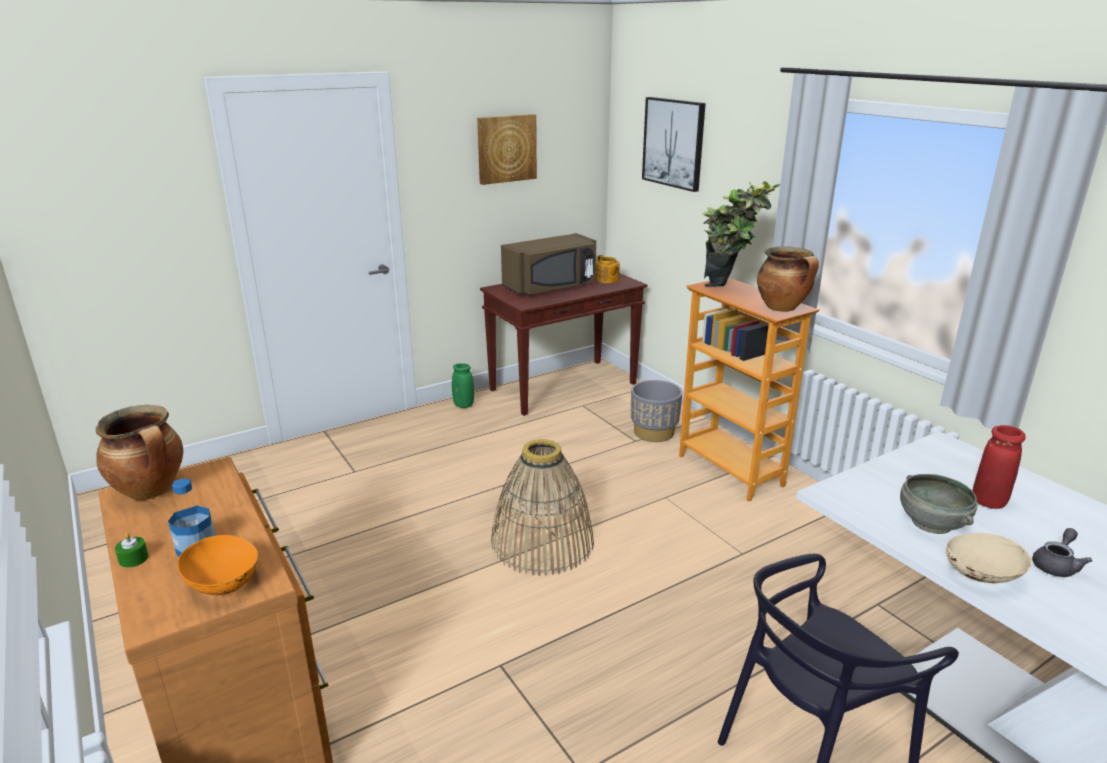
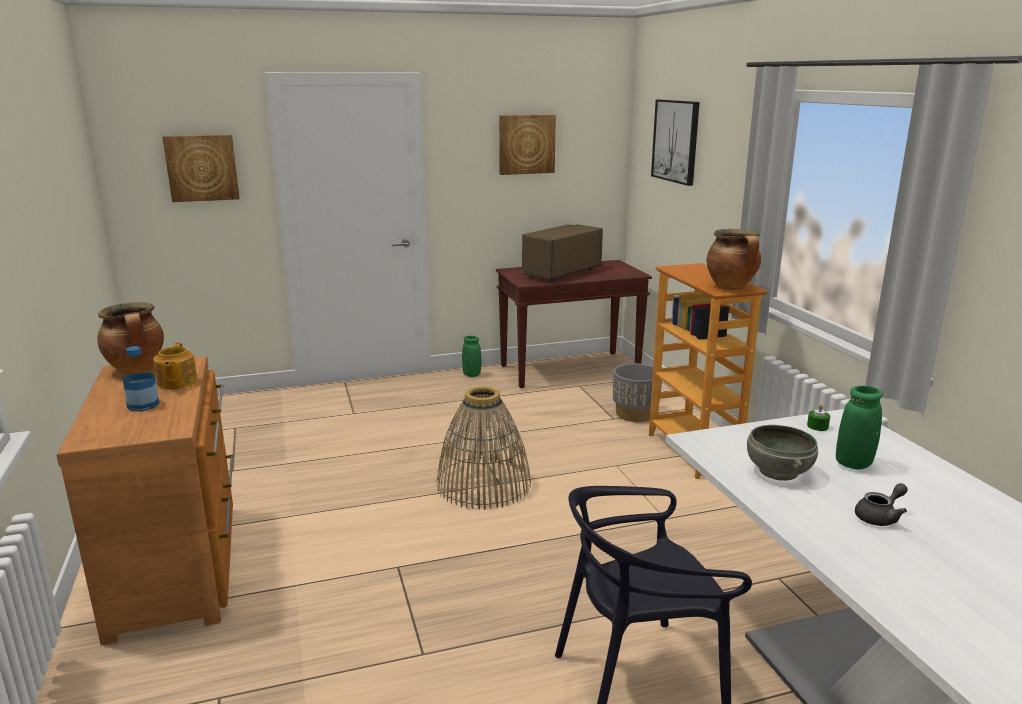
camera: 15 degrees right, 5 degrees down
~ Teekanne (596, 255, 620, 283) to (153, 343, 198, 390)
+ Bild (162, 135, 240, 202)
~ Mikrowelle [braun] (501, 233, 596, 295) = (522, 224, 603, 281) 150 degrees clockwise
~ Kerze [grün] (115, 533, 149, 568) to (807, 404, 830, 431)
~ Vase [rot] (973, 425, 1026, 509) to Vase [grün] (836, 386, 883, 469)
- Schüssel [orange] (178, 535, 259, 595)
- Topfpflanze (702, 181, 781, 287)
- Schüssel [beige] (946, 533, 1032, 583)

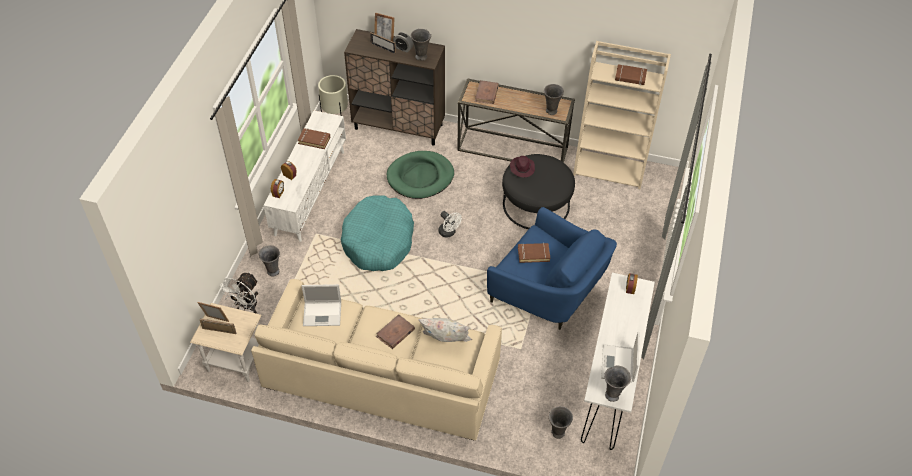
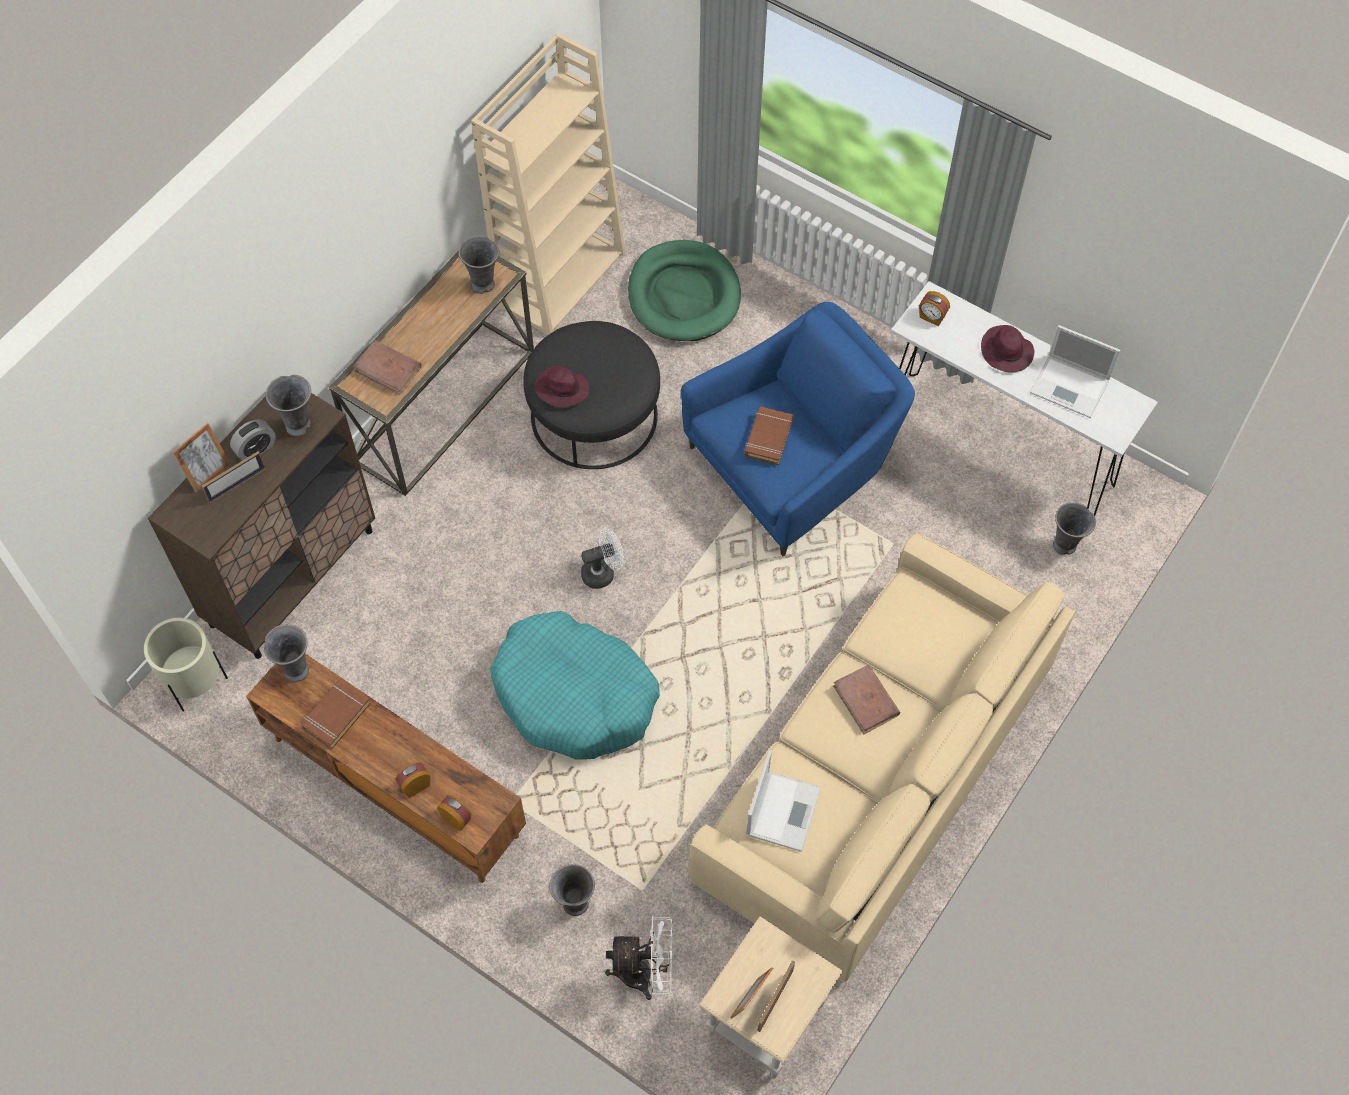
camera: 70 degrees left, 10 degrees up
~ Fernsehschrank [weiß] (263, 110, 346, 242) to Fernsehschrank [braun] (246, 654, 526, 883)
~ Vase [grau] (604, 365, 631, 402) to (264, 624, 309, 682)
~ Ventilator [weiß] (219, 272, 258, 313) = (605, 915, 672, 1000) 45 degrees counterclockwise
~ Hundebett [grün] (387, 151, 454, 199) to (628, 240, 741, 341)
+ Hut [lila] (981, 325, 1034, 373)
- Kissen [weiß] (419, 318, 472, 342)
- Buch [braun] (615, 64, 647, 85)

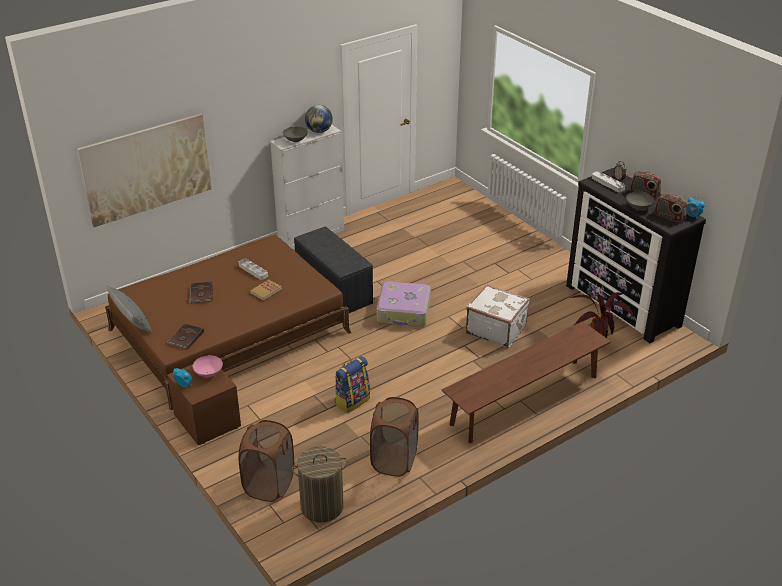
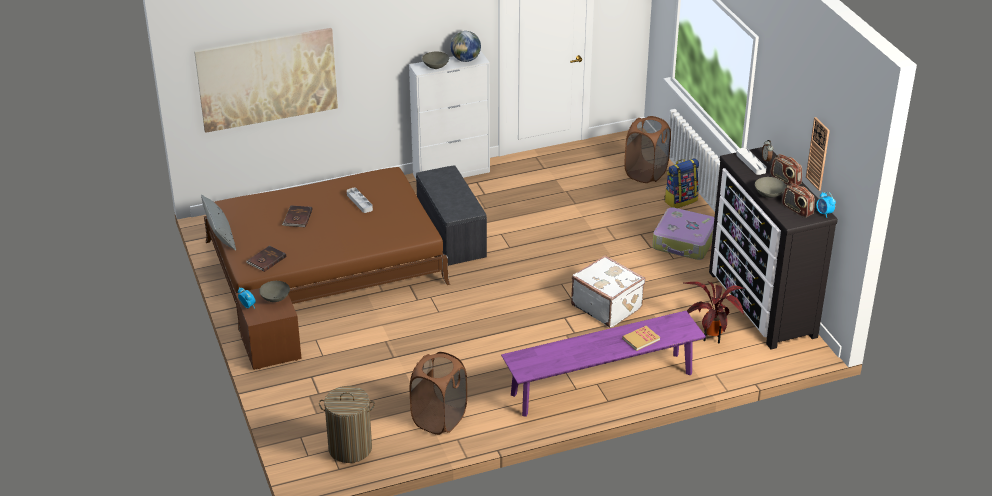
camera: 15 degrees right, 0 degrees up
~ Schüssel [rosa] (193, 355, 223, 377) to Schüssel [grau] (259, 281, 290, 302)
~ Bank [braun] (442, 321, 611, 443) to Bank [lila] (501, 311, 706, 417)
~ Buch (250, 279, 282, 301) to (622, 326, 660, 351)
~ Wäschekorb [braun] (238, 420, 294, 502) to (624, 116, 671, 183)
~ Koffer (377, 282, 431, 327) to (652, 207, 715, 260)
~ Rucksack (335, 356, 370, 413) to (664, 158, 699, 208)
+ Wanduhr (806, 117, 830, 191)

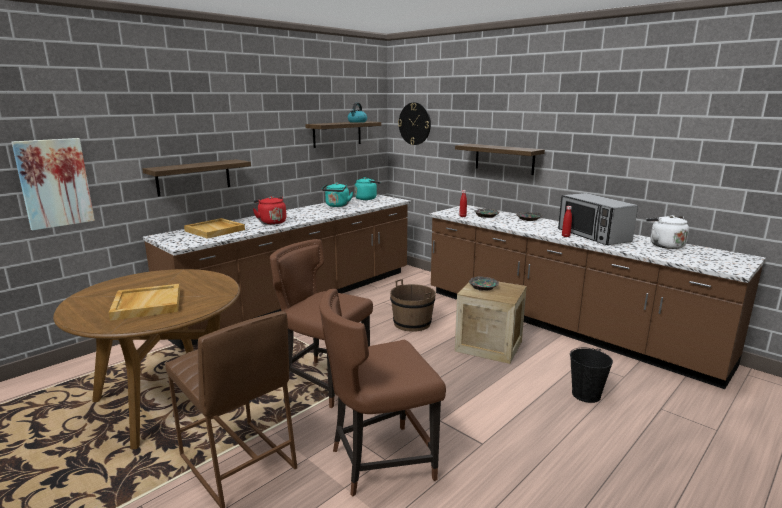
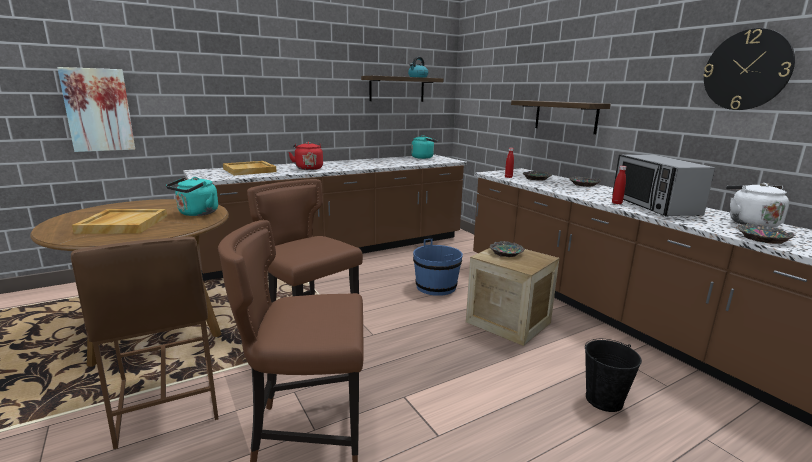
camera: 15 degrees right, 0 degrees up
~ Wasserkessel [türkis] (322, 183, 353, 207) to (166, 177, 218, 216)
~ Eimer [braun] (390, 279, 436, 332) to Eimer [blau] (413, 239, 463, 296)
~ Wanduhr (398, 102, 431, 145) to (703, 28, 795, 110)
+ Schüssel (736, 223, 796, 244)
- Wandregal (142, 159, 251, 197)

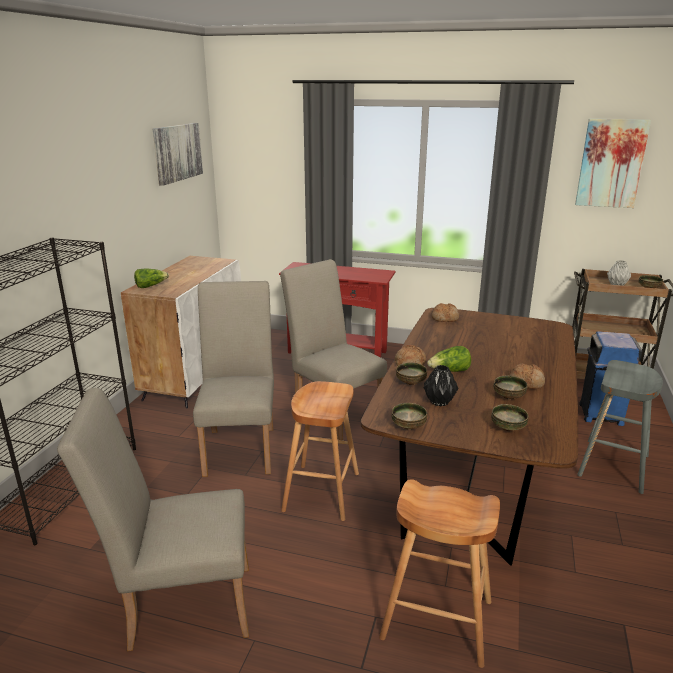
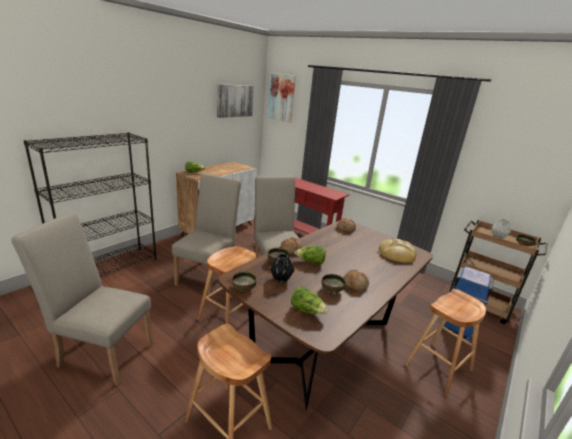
camera: 20 degrees right, 0 degrees up
~ Bild (575, 119, 651, 208) to (268, 73, 296, 123)
~ Schüssel (491, 404, 528, 431) to Salatkopf (291, 286, 328, 314)
+ Brot (379, 239, 416, 263)
~ Hocker [grau] (577, 360, 663, 494) to Hocker [braun] (405, 289, 486, 397)

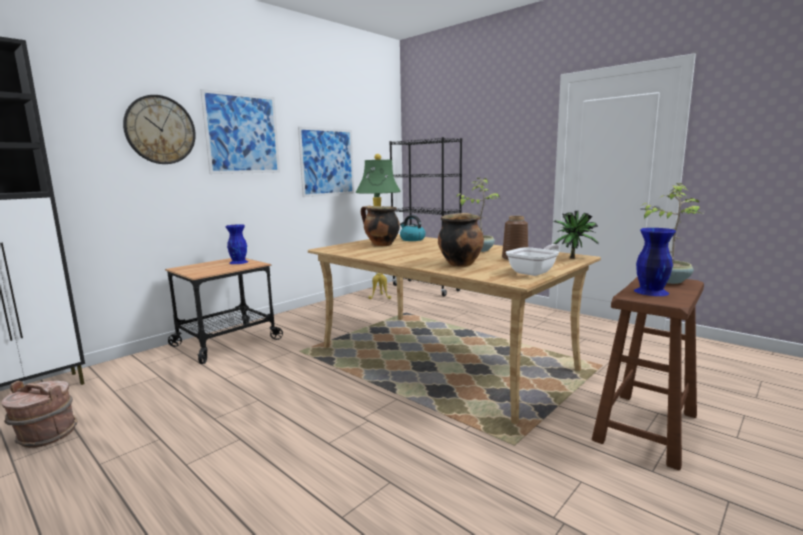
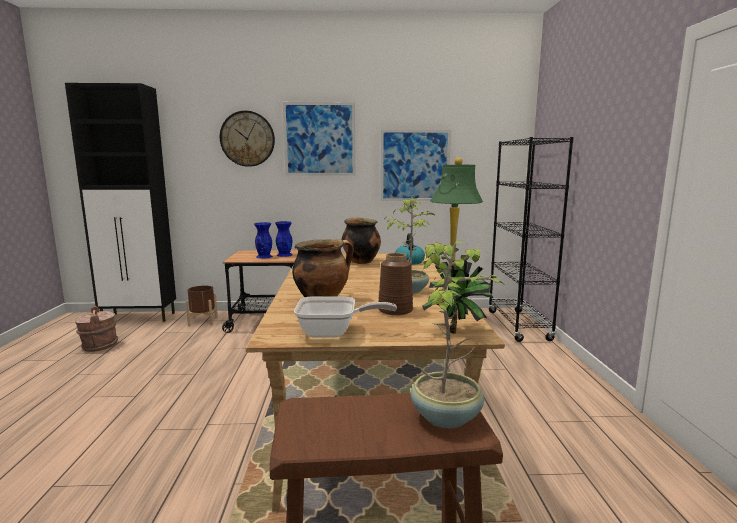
camera: 45 degrees right, 0 degrees up
+ Pflanzkübel [braun] (186, 285, 218, 326)
~ Vase [blau] (634, 228, 676, 296) to (254, 222, 273, 259)

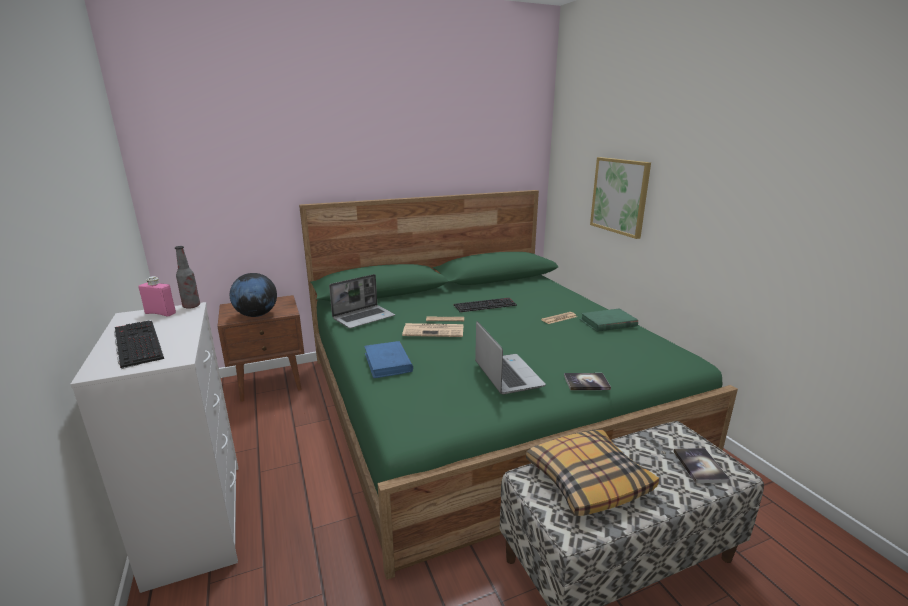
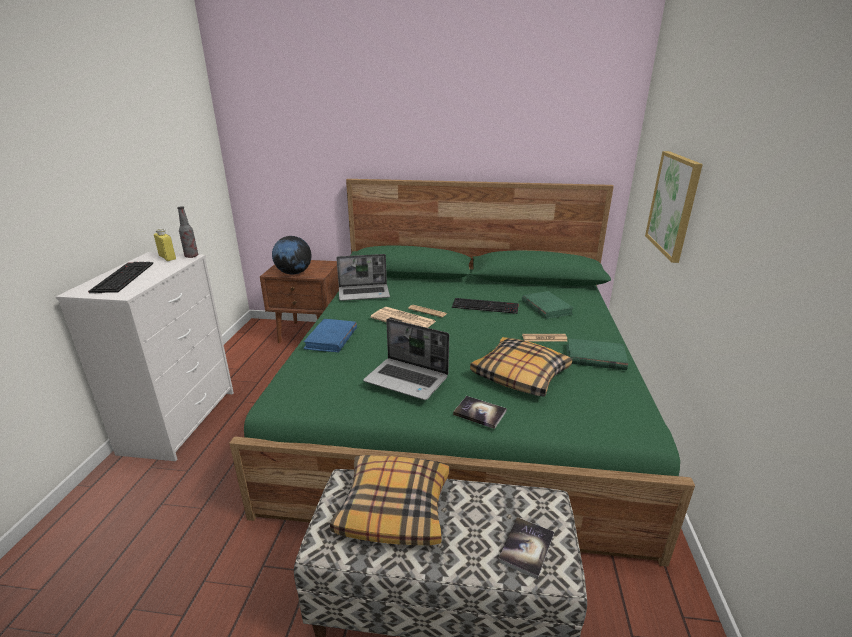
camera: 30 degrees right, 5 degrees up
~ Flasche [rosa] (138, 276, 176, 317) to Flasche [gelb] (154, 228, 176, 261)
~ Laptop (475, 321, 546, 394) = (363, 319, 449, 400) 105 degrees clockwise
+ Kissen (470, 337, 572, 397)
+ Buch [grün] (522, 291, 574, 319)

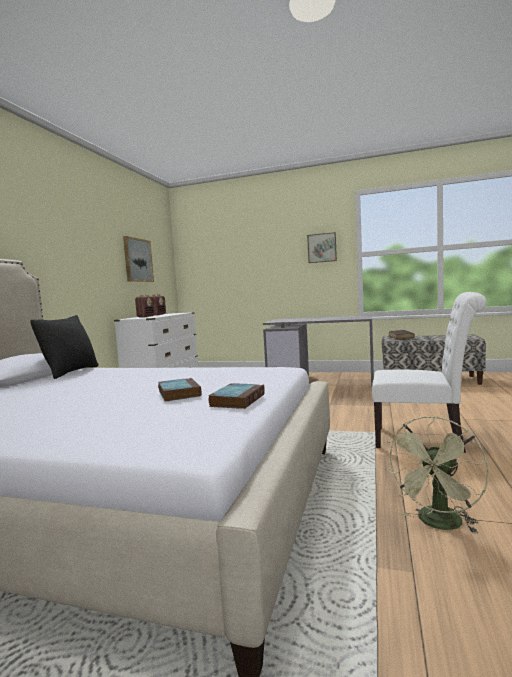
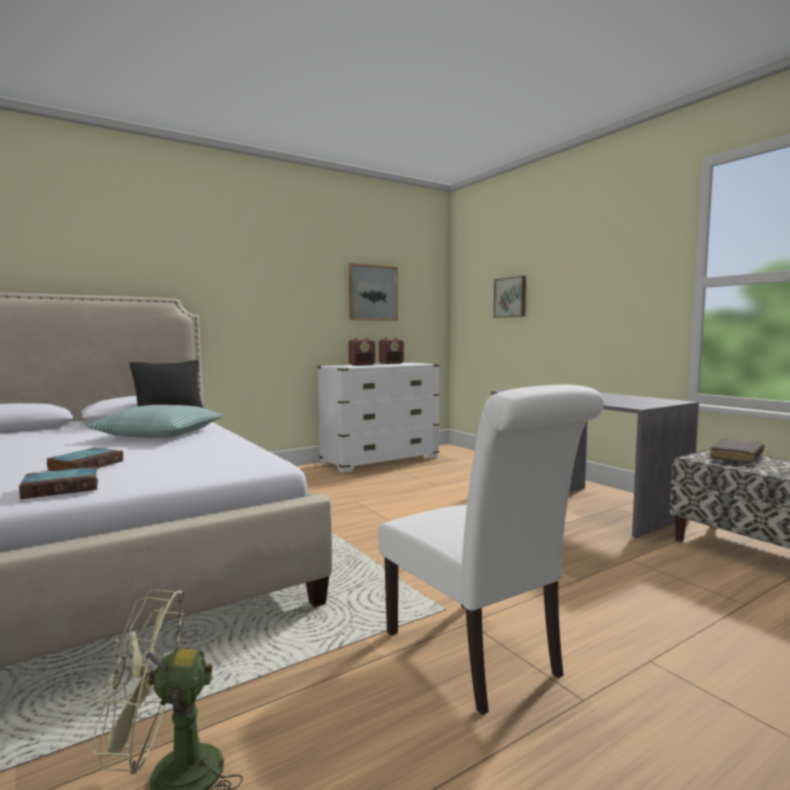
camera: 40 degrees right, 0 degrees up
+ Kissen (86, 405, 223, 438)
~ Bild (307, 232, 337, 263) to (494, 276, 526, 318)

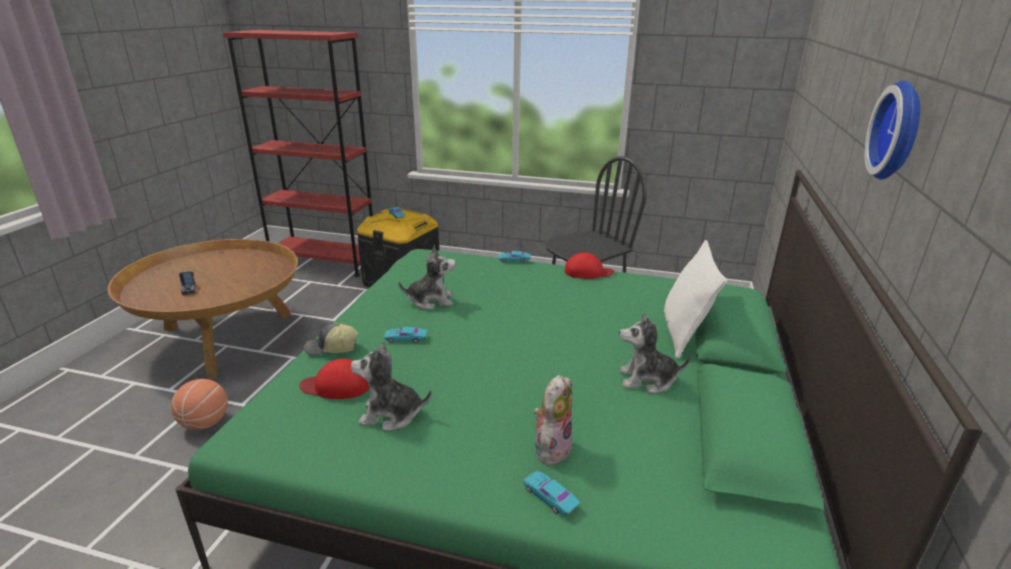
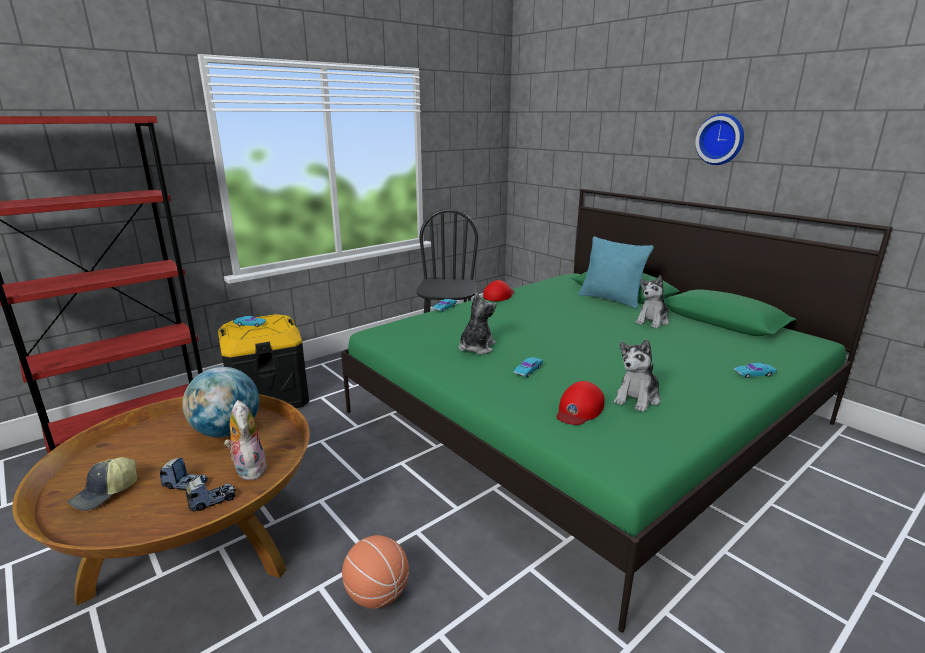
camera: 55 degrees left, 5 degrees down
~ Kappe (304, 323, 359, 355) to (67, 457, 137, 511)
+ Globus (182, 367, 259, 437)
+ Spielzeuglaster (186, 475, 236, 512)
~ Plüschtier (534, 375, 572, 466) to (224, 400, 267, 480)
~ Kissen [weiß] (664, 240, 727, 359) to Kissen [türkis] (578, 236, 654, 309)

